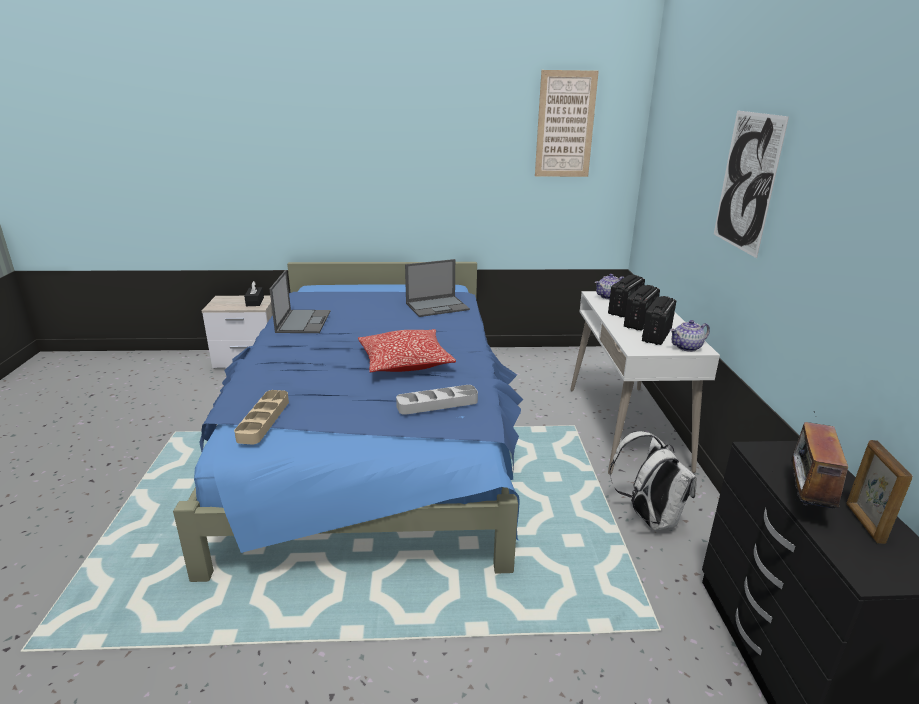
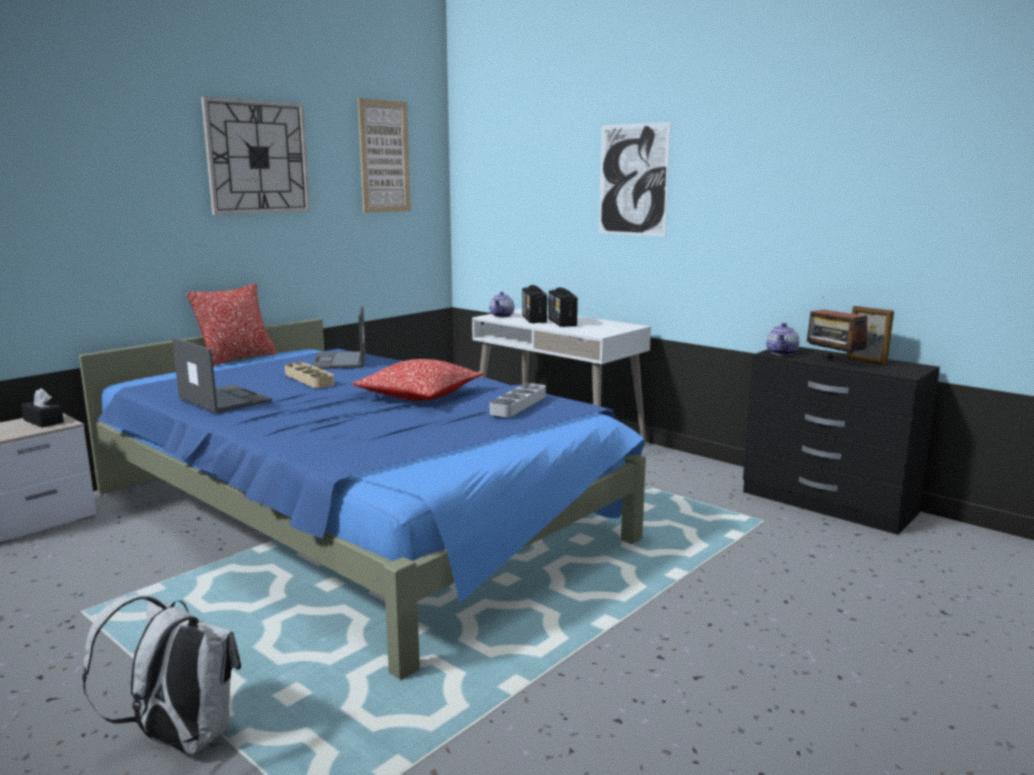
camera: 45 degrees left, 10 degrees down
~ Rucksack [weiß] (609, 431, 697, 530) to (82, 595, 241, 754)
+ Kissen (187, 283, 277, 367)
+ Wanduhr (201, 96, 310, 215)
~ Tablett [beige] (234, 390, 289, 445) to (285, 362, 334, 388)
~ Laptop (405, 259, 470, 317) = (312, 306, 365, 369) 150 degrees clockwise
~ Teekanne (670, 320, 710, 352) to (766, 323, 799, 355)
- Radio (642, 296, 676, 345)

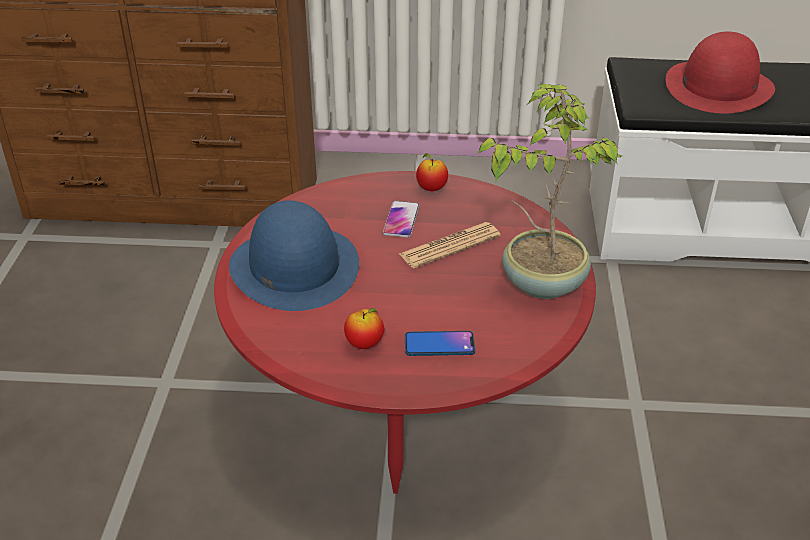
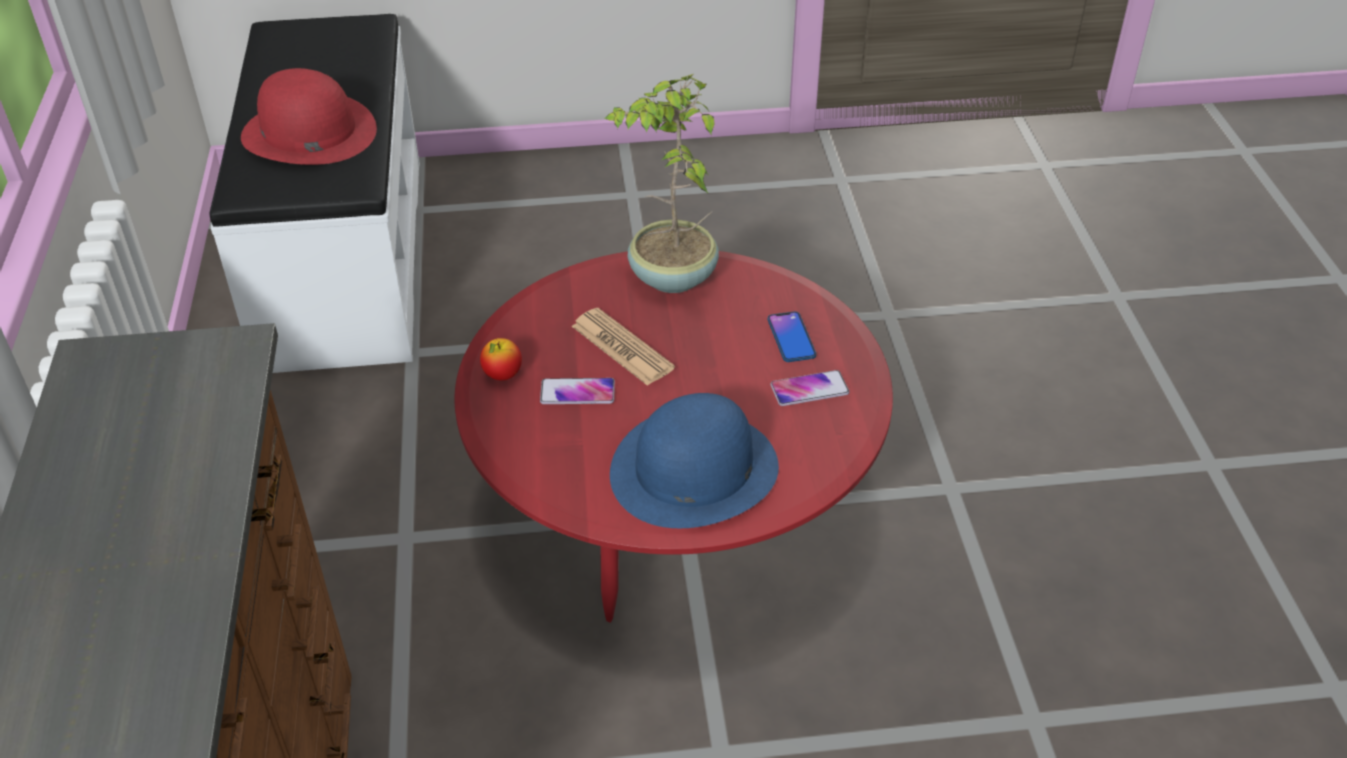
camera: 100 degrees left, 5 degrees up
~ Apfel (344, 308, 384, 349) to Handy (770, 370, 849, 406)

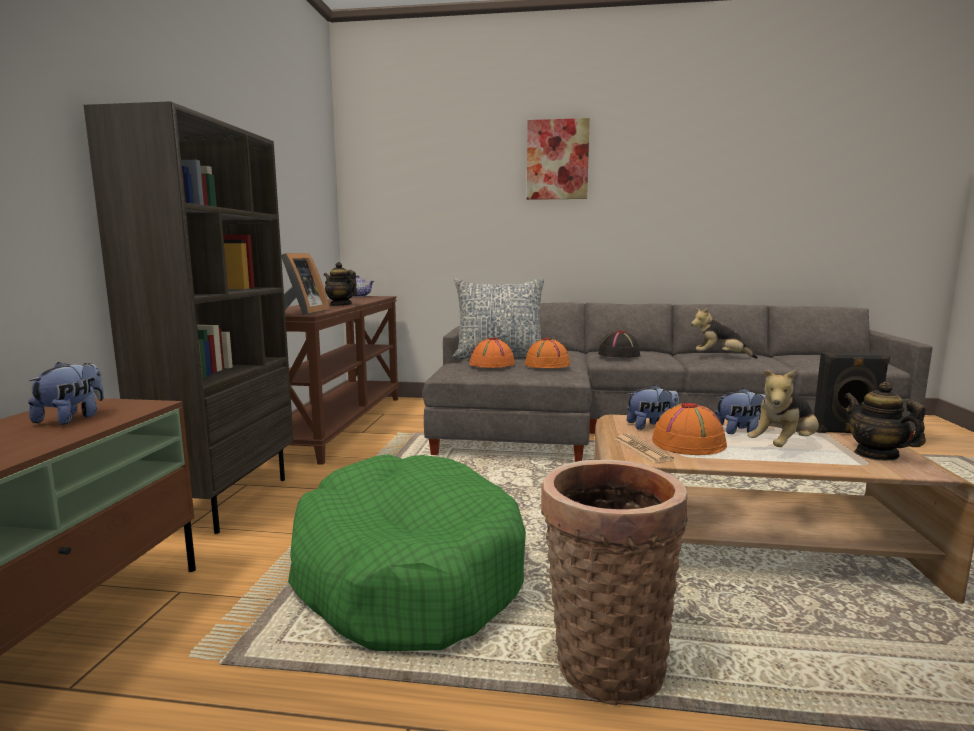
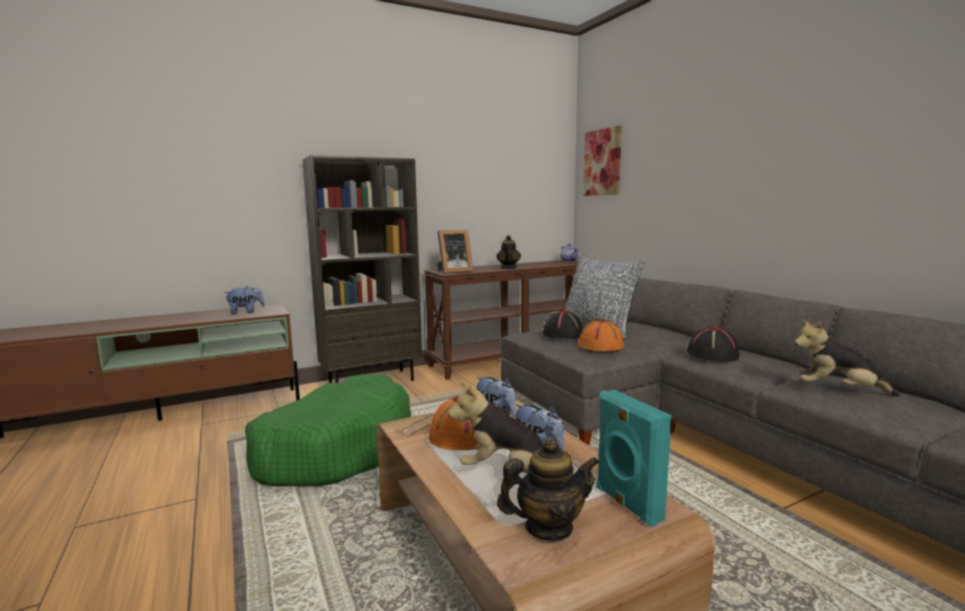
camera: 55 degrees right, 0 degrees up
~ Teekanne (844, 382, 926, 461) = (497, 438, 600, 541) 45 degrees clockwise
~ Hut [orange] (470, 338, 515, 368) to Hut [schwarz] (543, 310, 583, 339)
~ Bild (527, 118, 590, 200) to (583, 126, 622, 196)
~ Lautsprecher [schwarz] (814, 352, 890, 433) to Lautsprecher [türkis] (596, 390, 672, 527)
~ Plüschtier (691, 308, 758, 358) = (794, 319, 900, 397) 45 degrees counterclockwise
- Korb (541, 460, 688, 705)

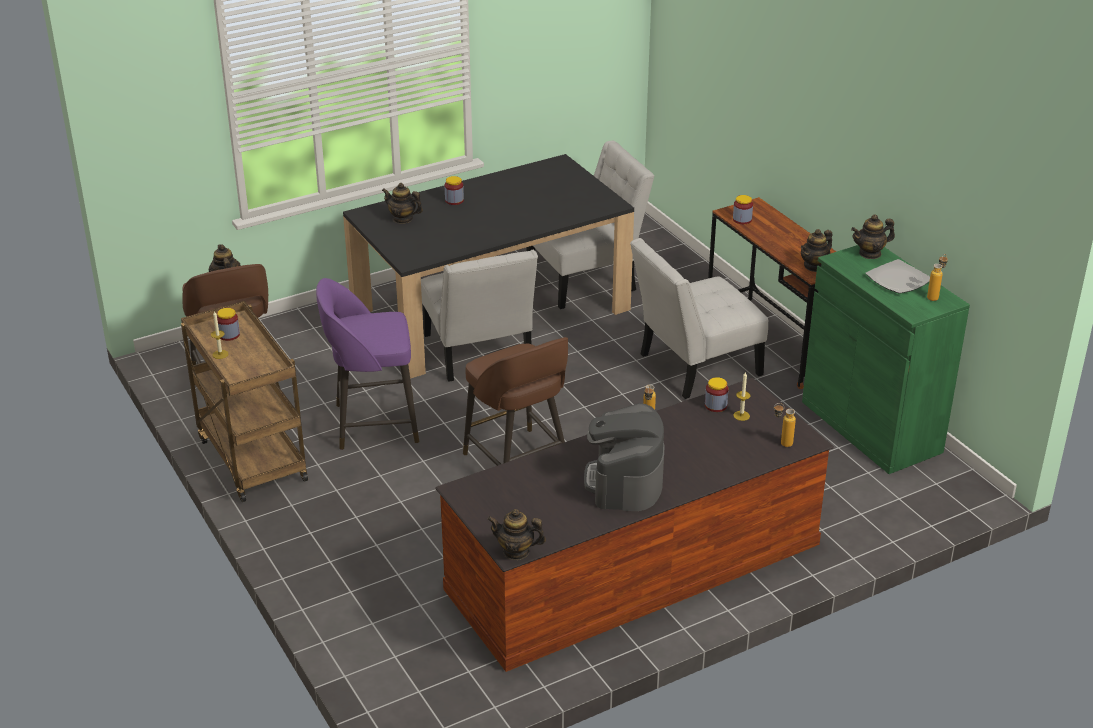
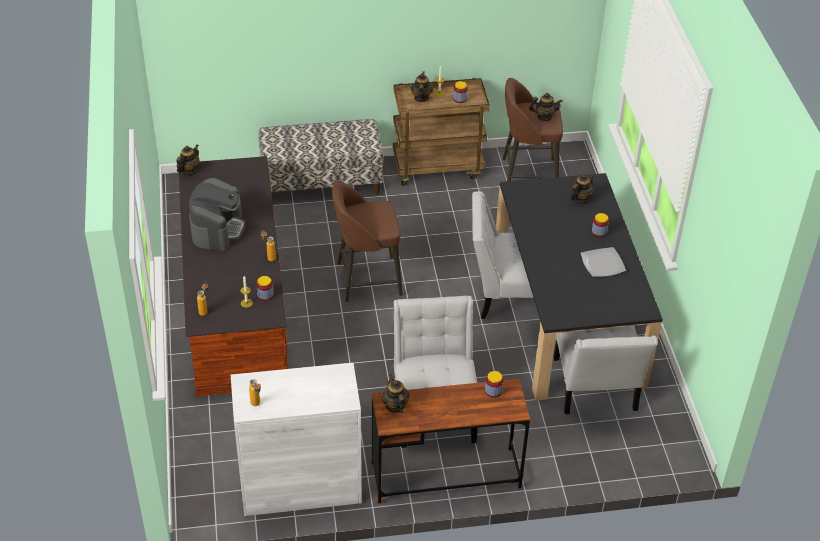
camera: 110 degrees right, 10 degrees up
~ Kaffeemaschine (584, 403, 664, 511) = (189, 178, 245, 251) 75 degrees clockwise
~ Schrank [grün] (802, 245, 970, 474) to Schrank [weiß] (231, 363, 362, 516)
+ Bank (259, 119, 383, 202)
~ Teekanne (851, 214, 895, 259) to (411, 71, 433, 102)
~ Teller (866, 259, 930, 294) to (581, 247, 626, 277)
- Hocker [lila] (316, 278, 419, 450)

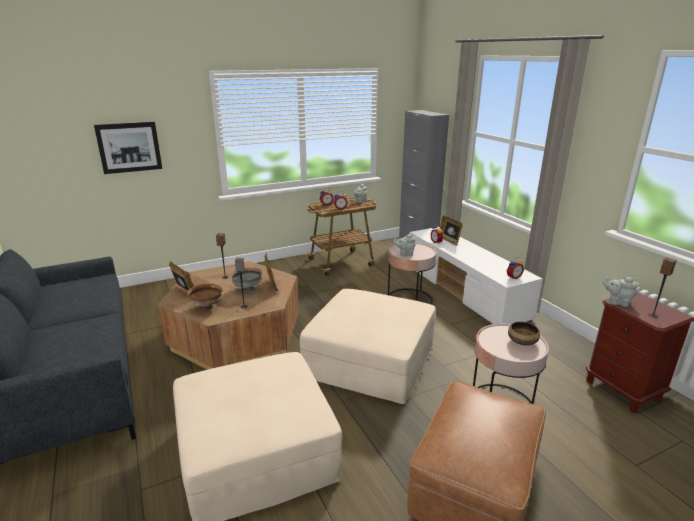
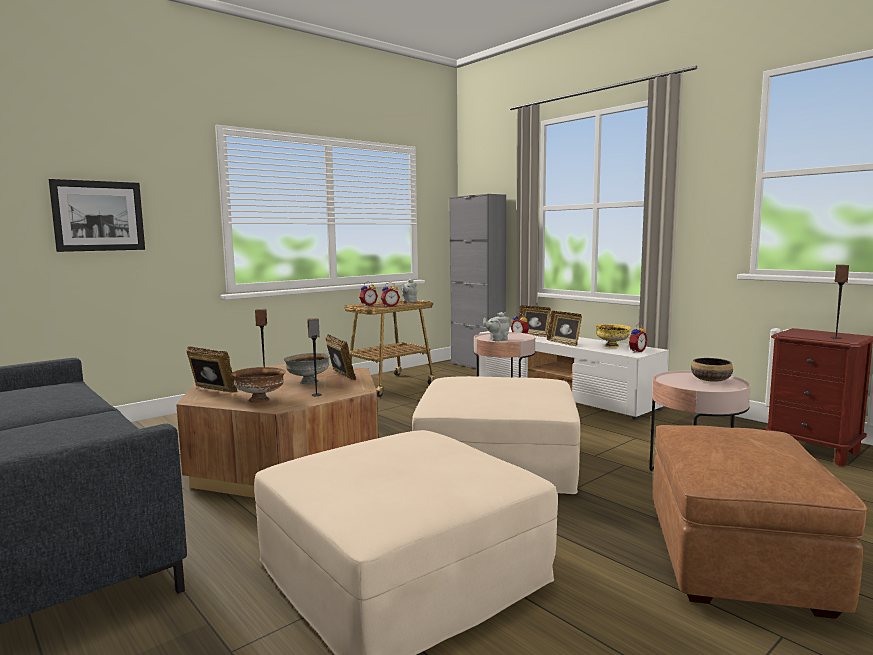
camera: 15 degrees left, 15 degrees down
+ Bilderrahmen (547, 311, 582, 346)
+ Schüssel [gelb] (595, 324, 631, 348)
- Teekanne [grau] (603, 277, 638, 307)

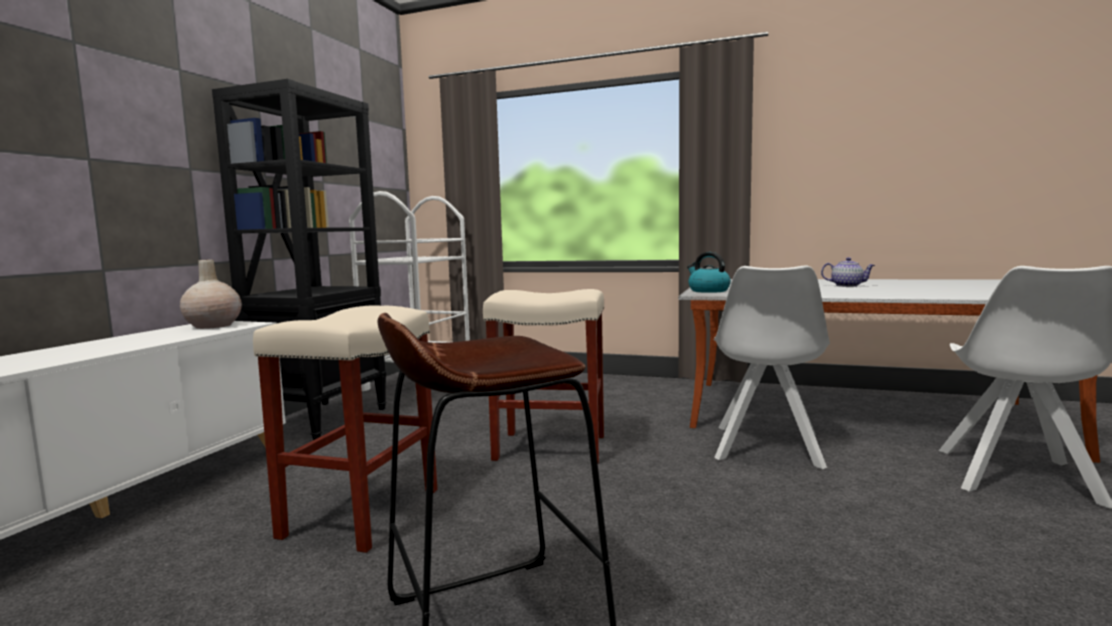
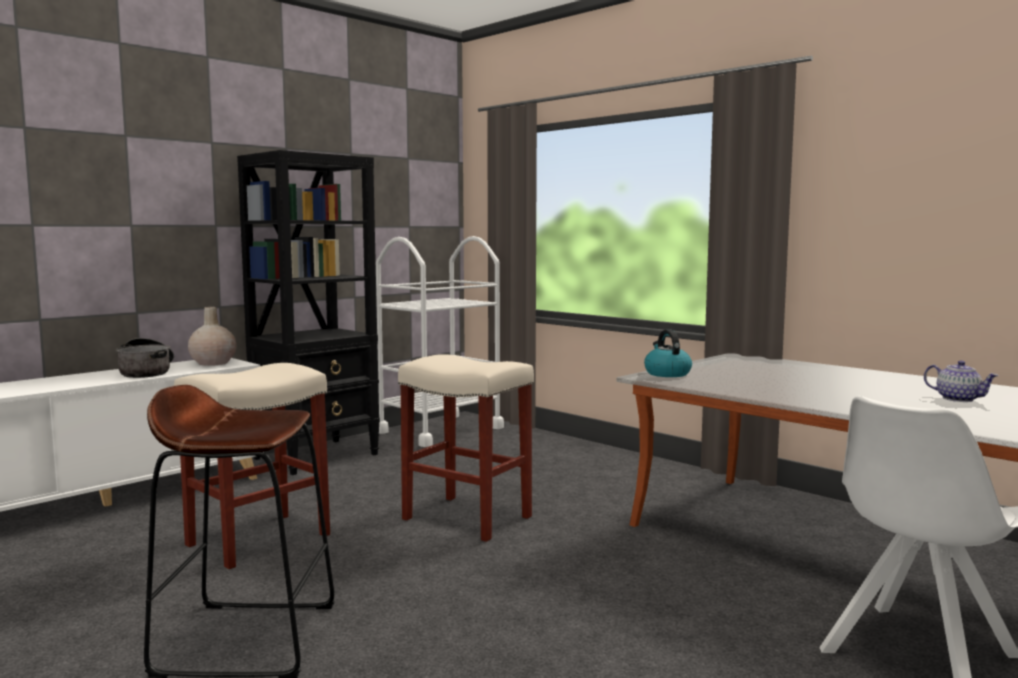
camera: 25 degrees right, 0 degrees up
+ Kochtopf (116, 338, 174, 378)
~ Teekanne (821, 257, 875, 287) to (924, 360, 999, 402)
- Stuhl [weiß] (714, 265, 830, 469)

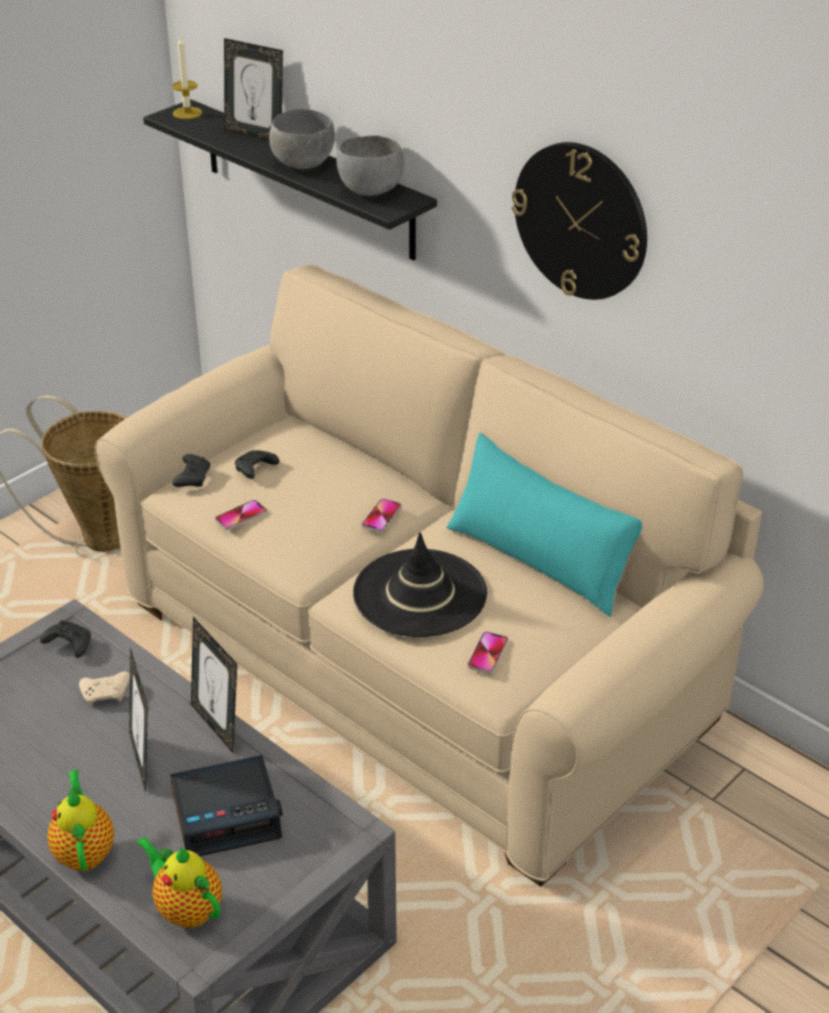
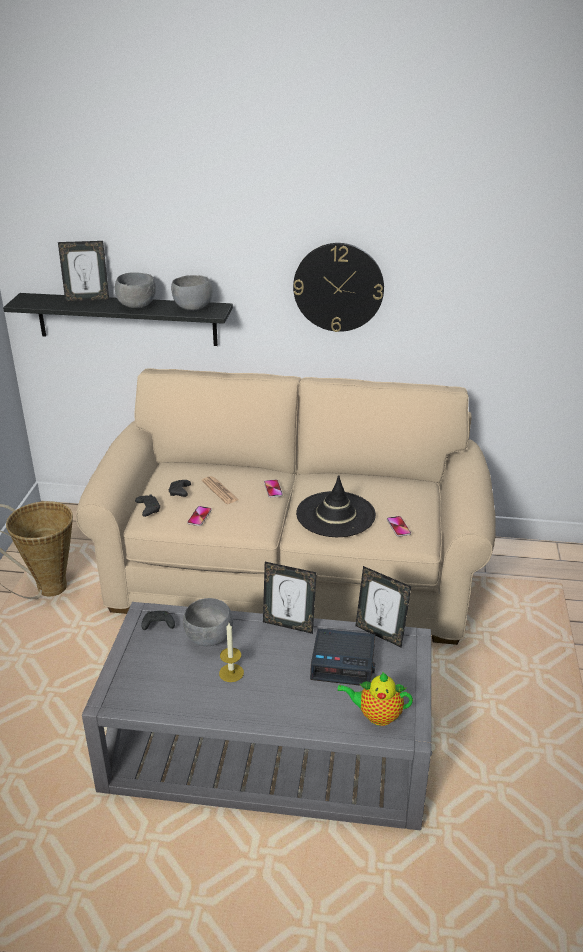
camera: 35 degrees left, 5 degrees down
~ Gamepad [beige] (79, 671, 130, 706) to Schüssel [grau] (183, 598, 233, 646)
+ Zeitung (202, 476, 239, 504)
~ Kerze (172, 37, 202, 119) to (219, 623, 244, 682)
~ Wecker (170, 755, 282, 856) = (310, 628, 375, 686) 60 degrees clockwise
~ Bilderrahmen (129, 647, 148, 792) to (356, 566, 411, 648)
- Teekanne (47, 770, 114, 871)
- Kissen [türkis] (447, 433, 642, 617)

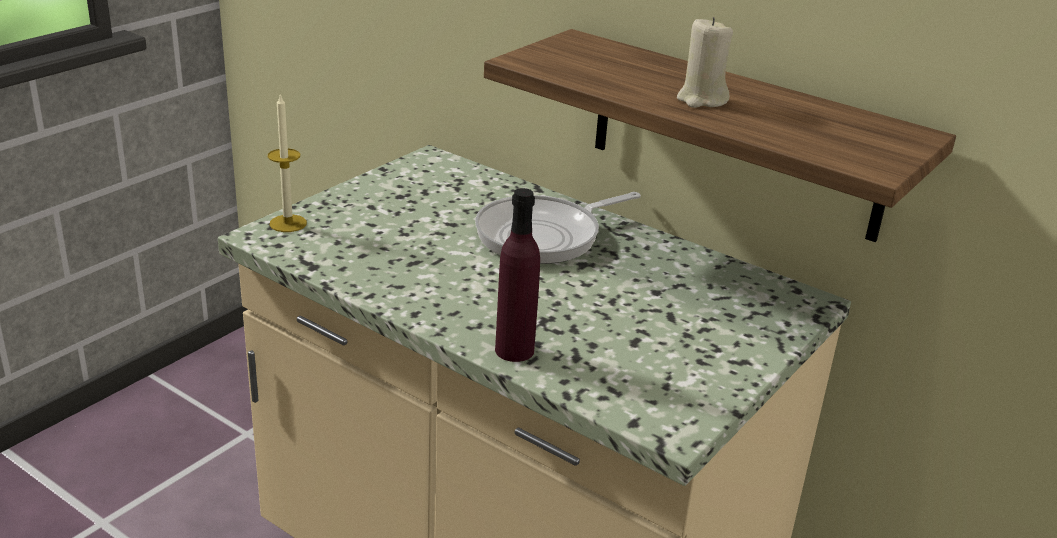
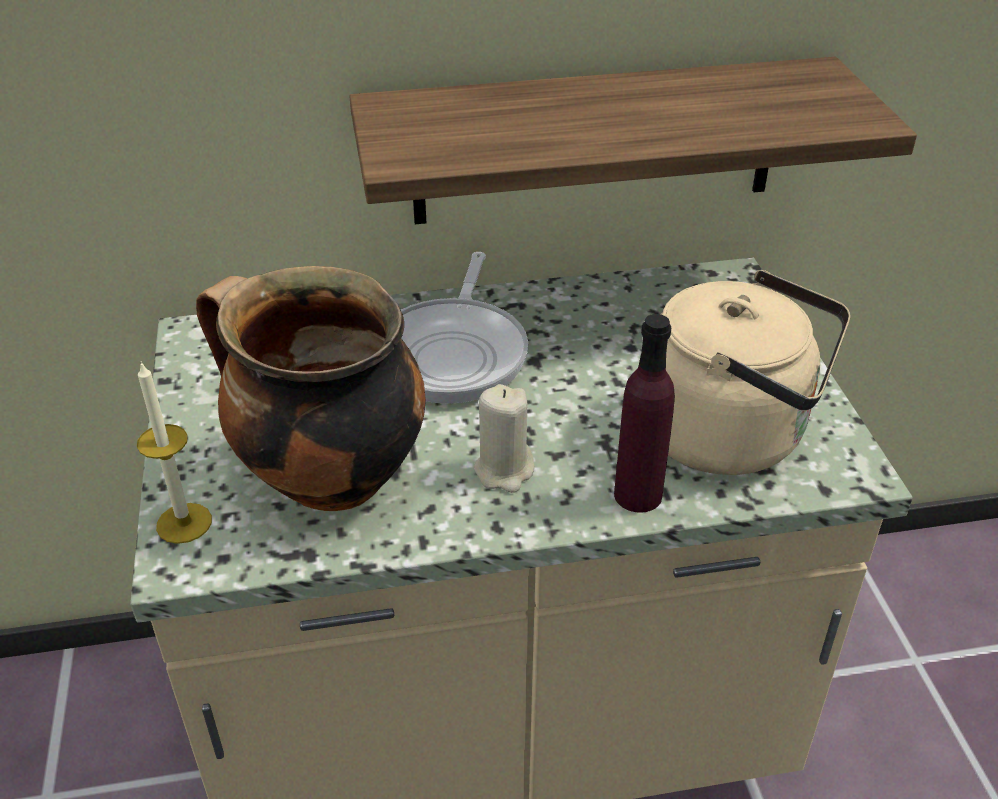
camera: 45 degrees left, 10 degrees up
+ Kochtopf (196, 266, 426, 511)
~ Kerze [beige] (677, 17, 733, 108) to (474, 384, 534, 493)
+ Wasserkessel [beige] (661, 270, 850, 475)

